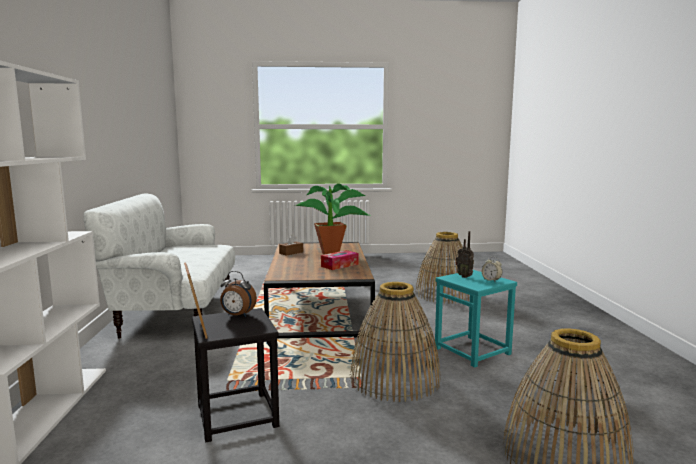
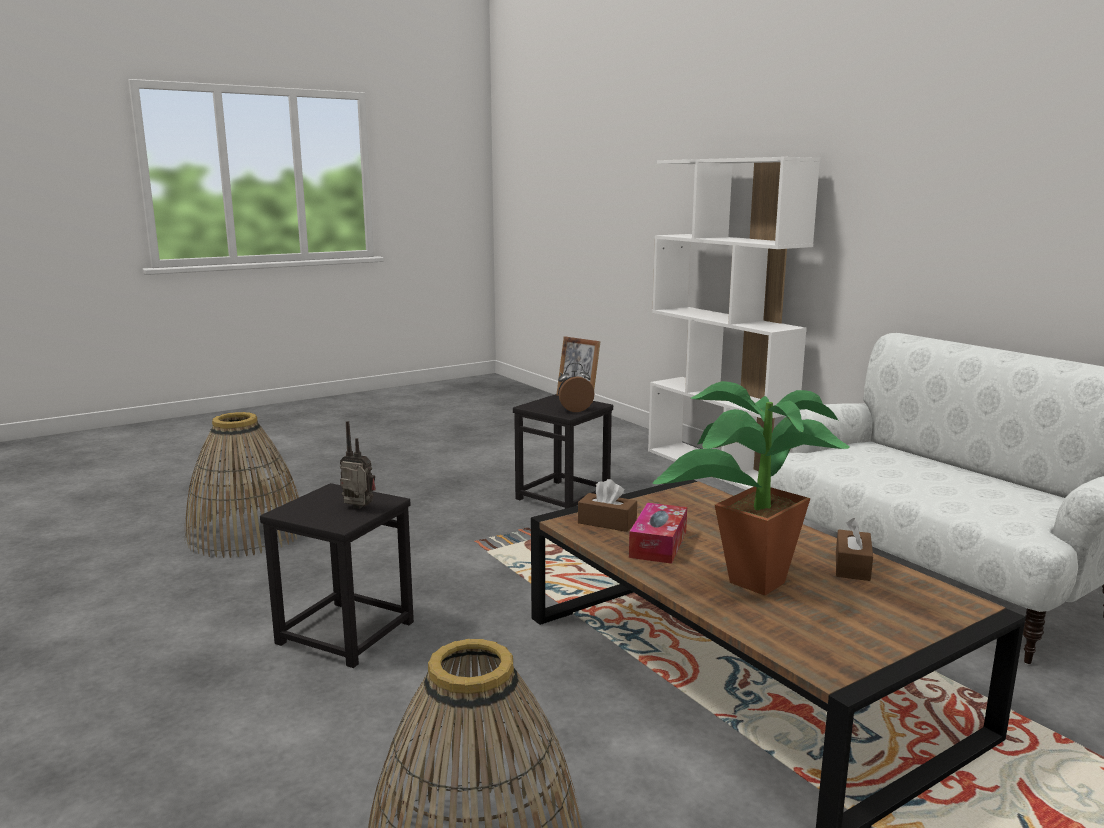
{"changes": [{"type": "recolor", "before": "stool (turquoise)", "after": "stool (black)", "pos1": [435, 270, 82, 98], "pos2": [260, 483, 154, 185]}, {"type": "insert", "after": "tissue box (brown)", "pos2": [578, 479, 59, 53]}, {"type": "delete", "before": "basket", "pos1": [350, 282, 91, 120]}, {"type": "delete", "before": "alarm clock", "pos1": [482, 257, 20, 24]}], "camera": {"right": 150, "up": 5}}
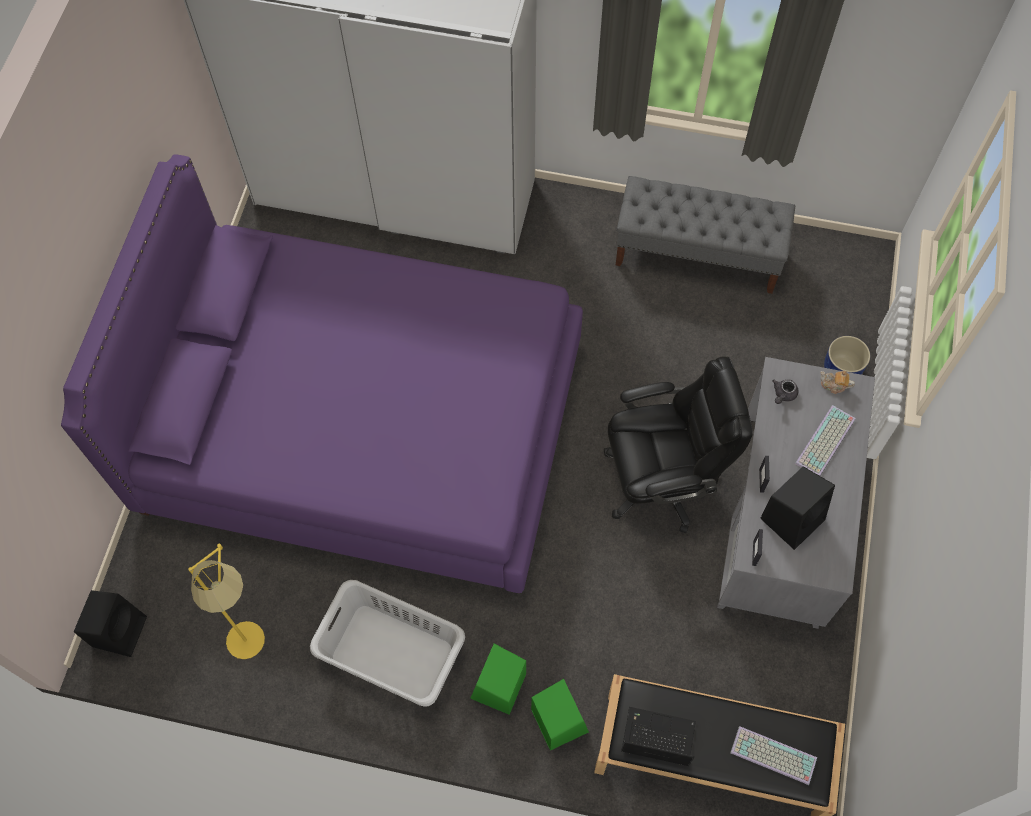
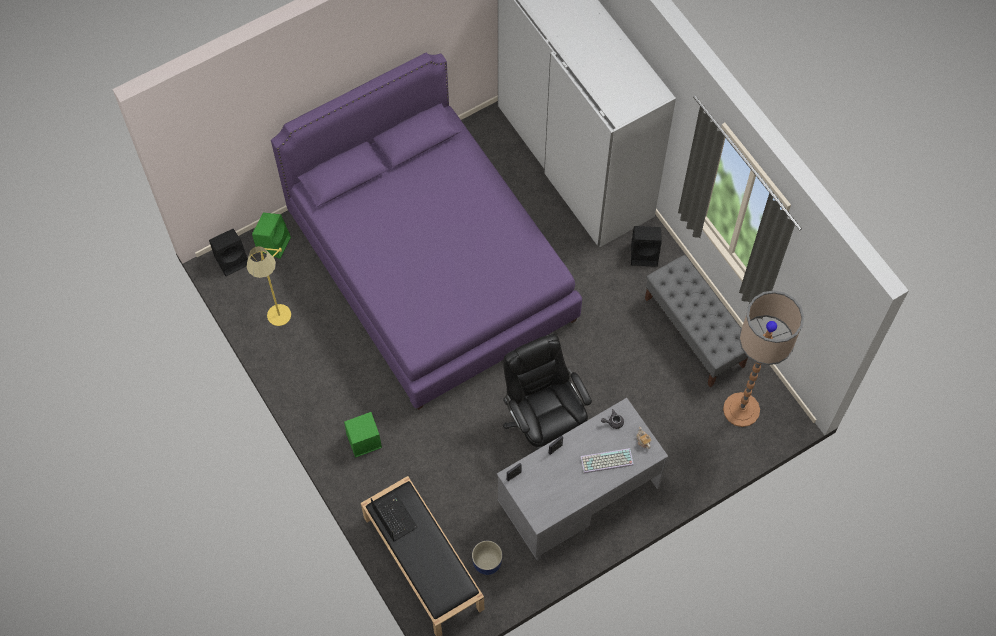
{"changes": [{"type": "move", "before": "speaker (green)", "pos1": [531, 679, 58, 71], "pos2": [252, 213, 39, 46]}, {"type": "move", "before": "planter (blue)", "pos1": [824, 336, 46, 39], "pos2": [472, 541, 30, 34]}, {"type": "rotate", "before": "office chair (black)", "pos1": [604, 356, 149, 177], "pos2": [503, 334, 89, 116], "turn": -150}, {"type": "move", "before": "speaker (black)", "pos1": [760, 466, 75, 84], "pos2": [631, 226, 31, 41]}, {"type": "insert", "after": "floor lamp", "pos2": [723, 290, 81, 137]}, {"type": "delete", "before": "laundry basket (grey)", "pos1": [310, 580, 155, 127]}, {"type": "delete", "before": "keyboard", "pos1": [730, 726, 87, 59]}], "camera": {"right": 45, "up": 0}}
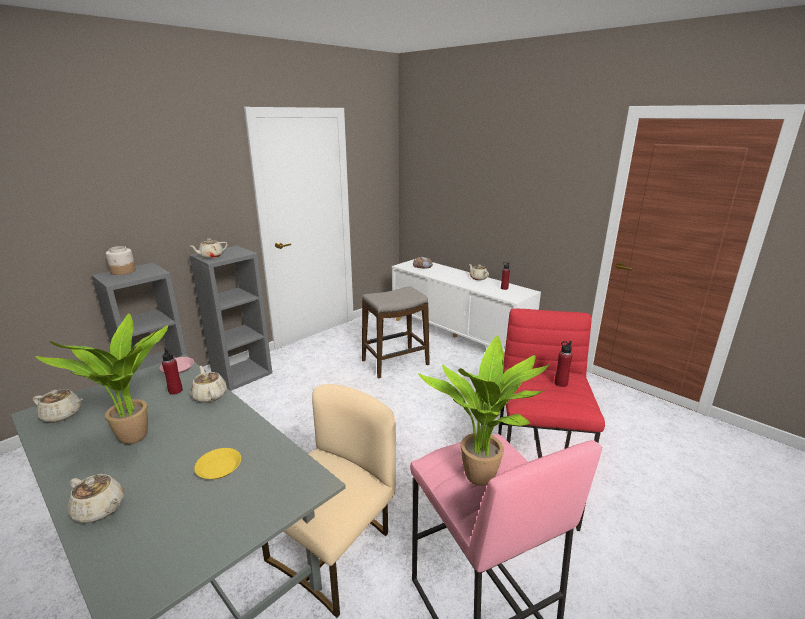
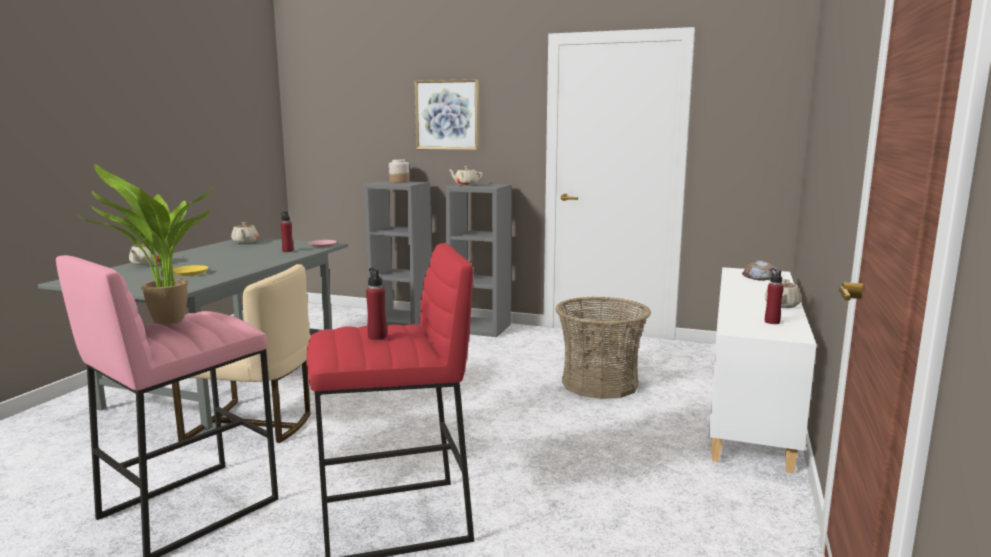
{"changes": [{"type": "insert", "after": "picture", "pos2": [414, 79, 65, 71]}, {"type": "replace", "before": "stool", "after": "basket", "pos1": [362, 286, 68, 93], "pos2": [555, 297, 96, 102]}, {"type": "delete", "before": "potted plant", "pos1": [35, 313, 133, 131]}, {"type": "delete", "before": "teapot (beige)", "pos1": [190, 366, 37, 37]}], "camera": {"right": 65, "up": -10}}
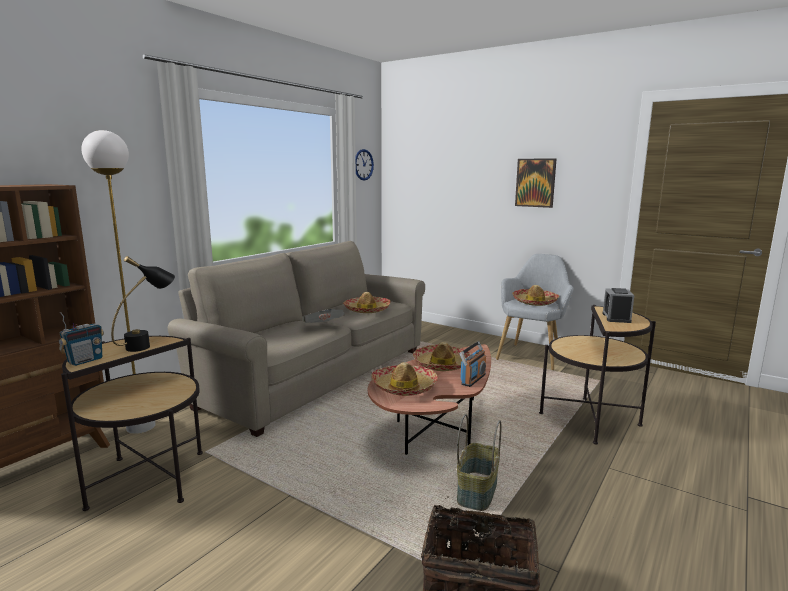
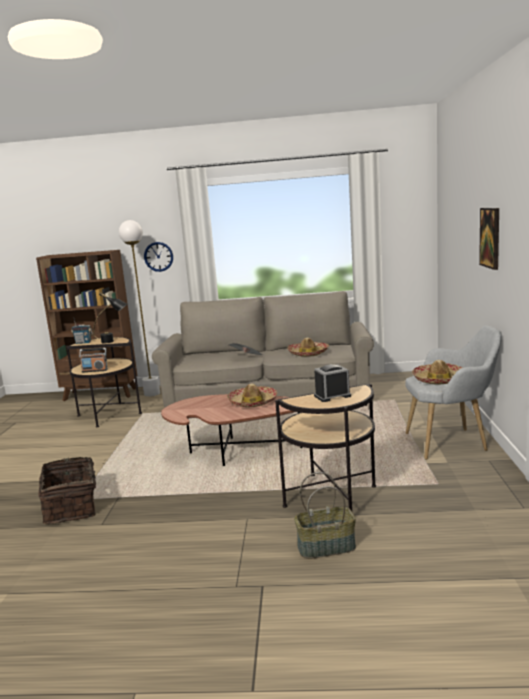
{"changes": [{"type": "move", "before": "radio", "pos1": [459, 341, 27, 46], "pos2": [79, 348, 29, 24]}, {"type": "move", "before": "wall clock", "pos1": [356, 149, 18, 32], "pos2": [144, 242, 29, 30]}, {"type": "move", "before": "basket", "pos1": [457, 414, 44, 97], "pos2": [294, 472, 62, 87]}, {"type": "delete", "before": "hat", "pos1": [371, 362, 68, 34]}], "camera": {"right": 60, "up": 0}}
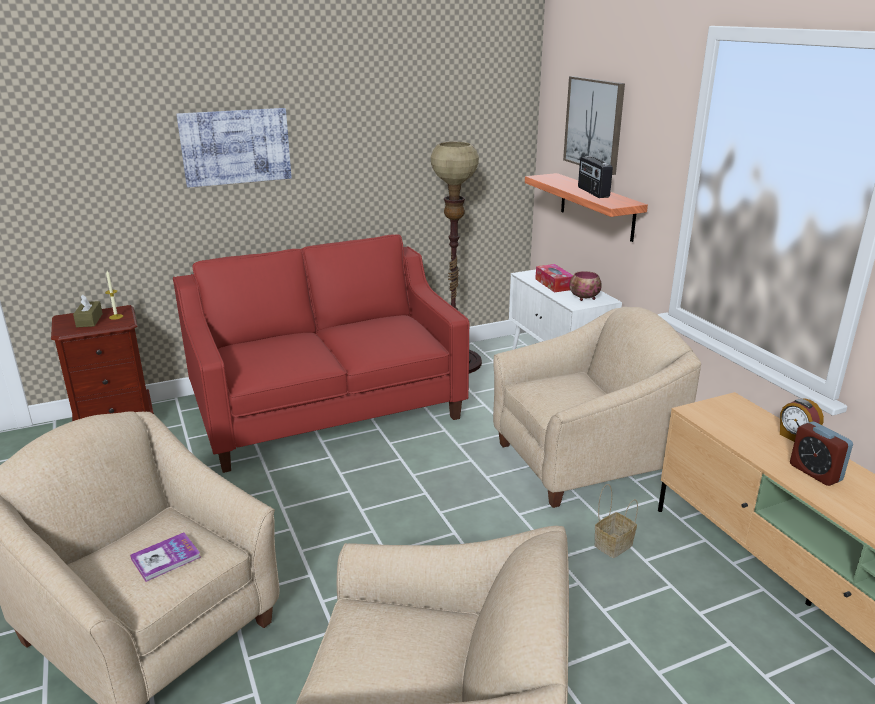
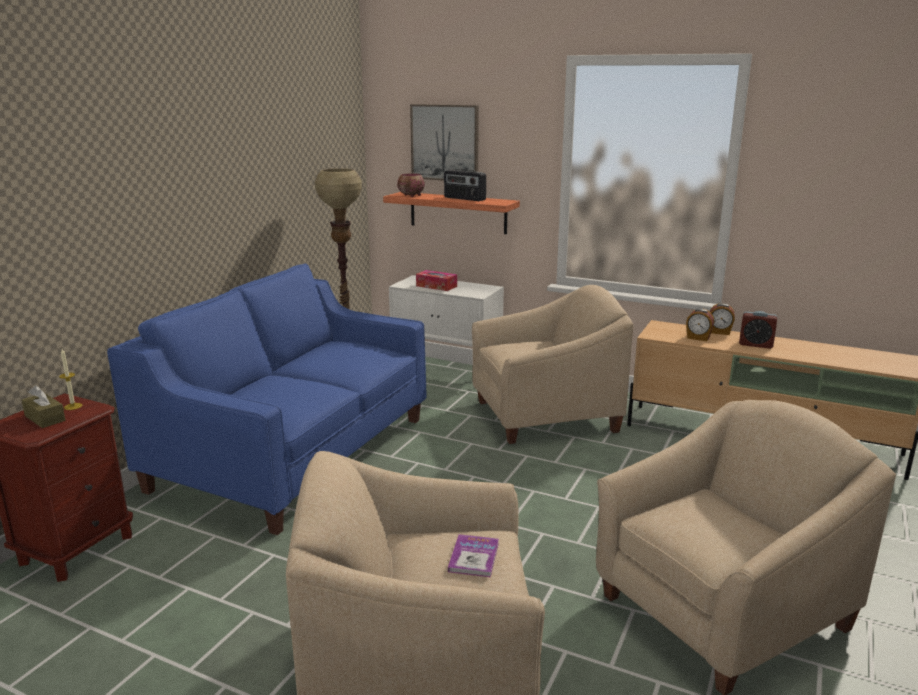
{"changes": [{"type": "recolor", "before": "sofa (red)", "after": "sofa (blue)", "pos1": [173, 234, 296, 239], "pos2": [107, 263, 320, 272]}, {"type": "move", "before": "bowl", "pos1": [569, 271, 33, 30], "pos2": [397, 173, 28, 24]}, {"type": "rotate", "before": "armchair (beige)", "pos1": [493, 307, 208, 201], "pos2": [472, 285, 161, 159], "turn": 45}, {"type": "insert", "after": "alarm clock", "pos2": [686, 308, 28, 33]}, {"type": "delete", "before": "picture", "pos1": [176, 108, 116, 80]}, {"type": "delete", "before": "basket", "pos1": [594, 484, 44, 74]}], "camera": {"right": -40, "up": -5}}
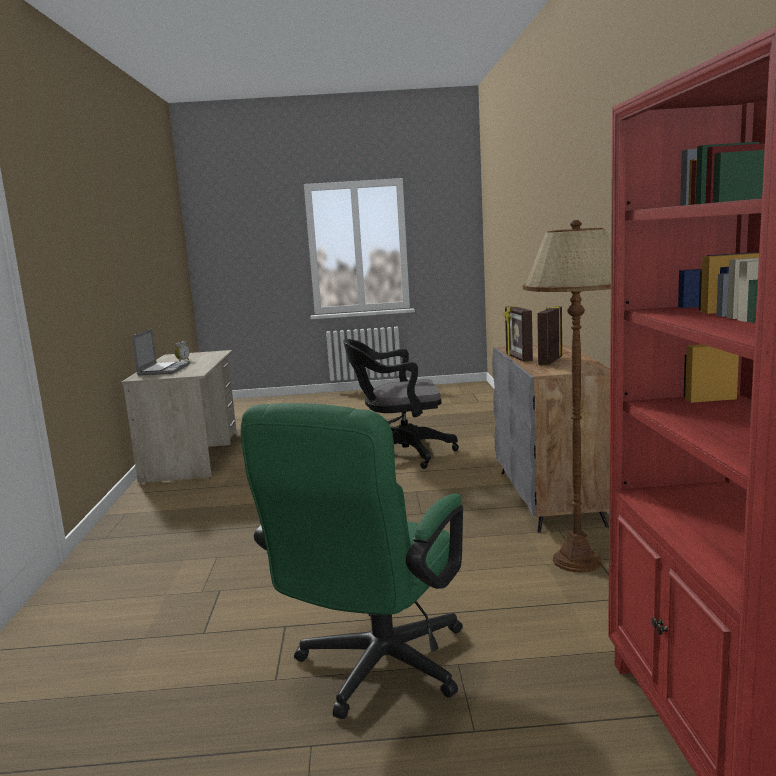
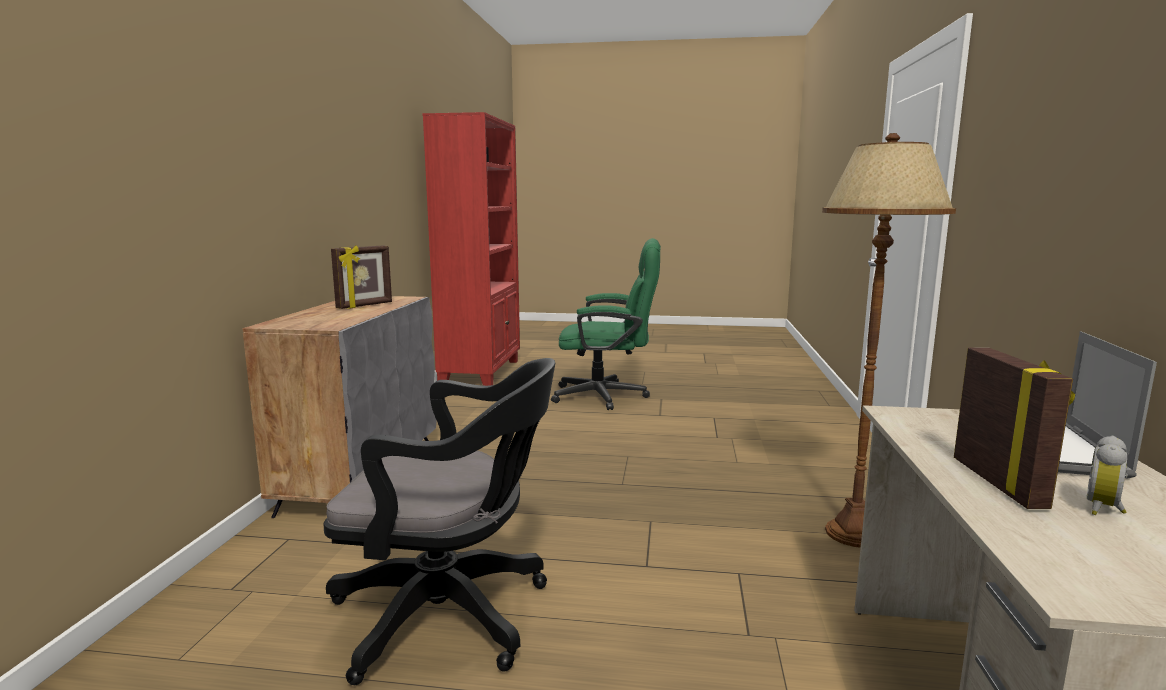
{"changes": [{"type": "rotate", "before": "office chair (green)", "pos1": [241, 403, 222, 316], "pos2": [551, 238, 110, 172], "turn": 60}, {"type": "move", "before": "floor lamp (brown)", "pos1": [523, 220, 88, 353], "pos2": [822, 133, 134, 415]}, {"type": "move", "before": "picture frame", "pos1": [504, 306, 29, 56], "pos2": [954, 348, 121, 161]}], "camera": {"right": -170, "up": 0}}
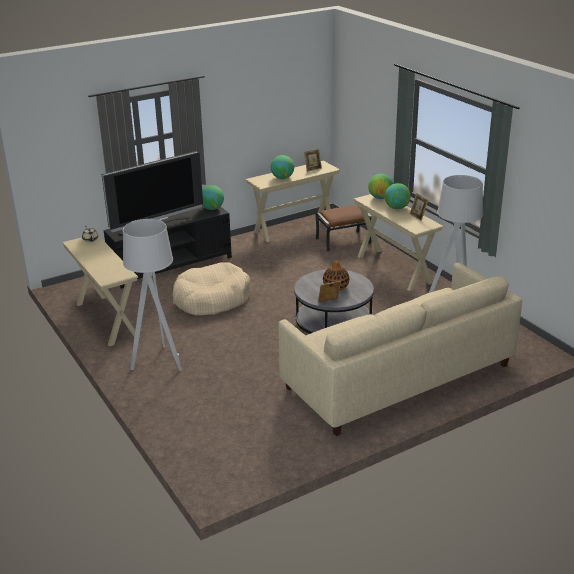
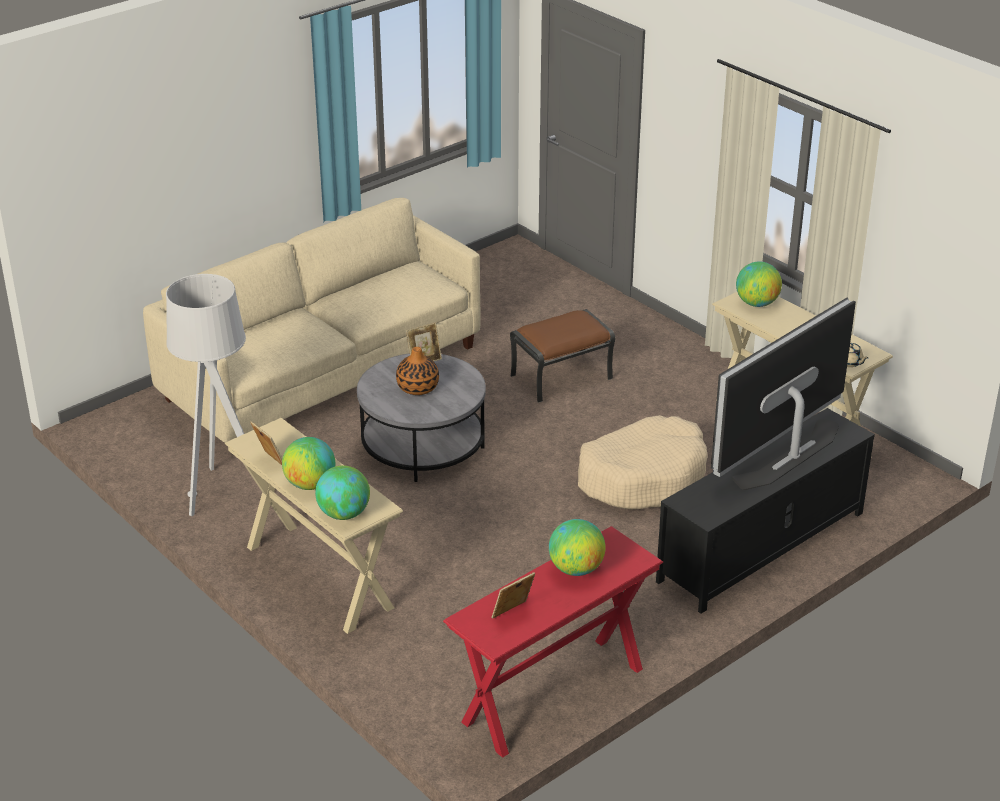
{"changes": [{"type": "recolor", "before": "console table (beige)", "after": "console table (red)", "pos1": [245, 161, 96, 81], "pos2": [443, 526, 220, 232]}, {"type": "move", "before": "ottoman (brown)", "pos1": [316, 205, 56, 47], "pos2": [510, 309, 105, 94]}, {"type": "move", "before": "globe", "pos1": [202, 185, 22, 25], "pos2": [736, 261, 46, 46]}, {"type": "delete", "before": "floor lamp (grey)", "pos1": [123, 219, 60, 152]}], "camera": {"right": 170, "up": 5}}
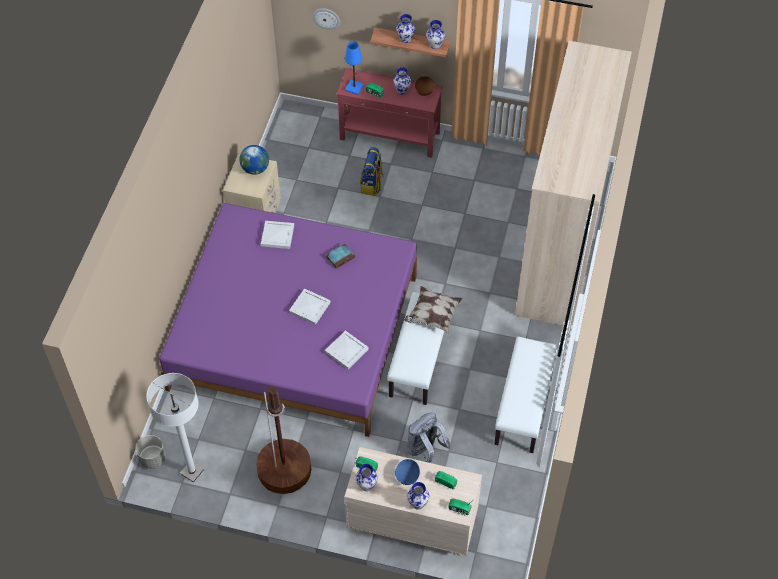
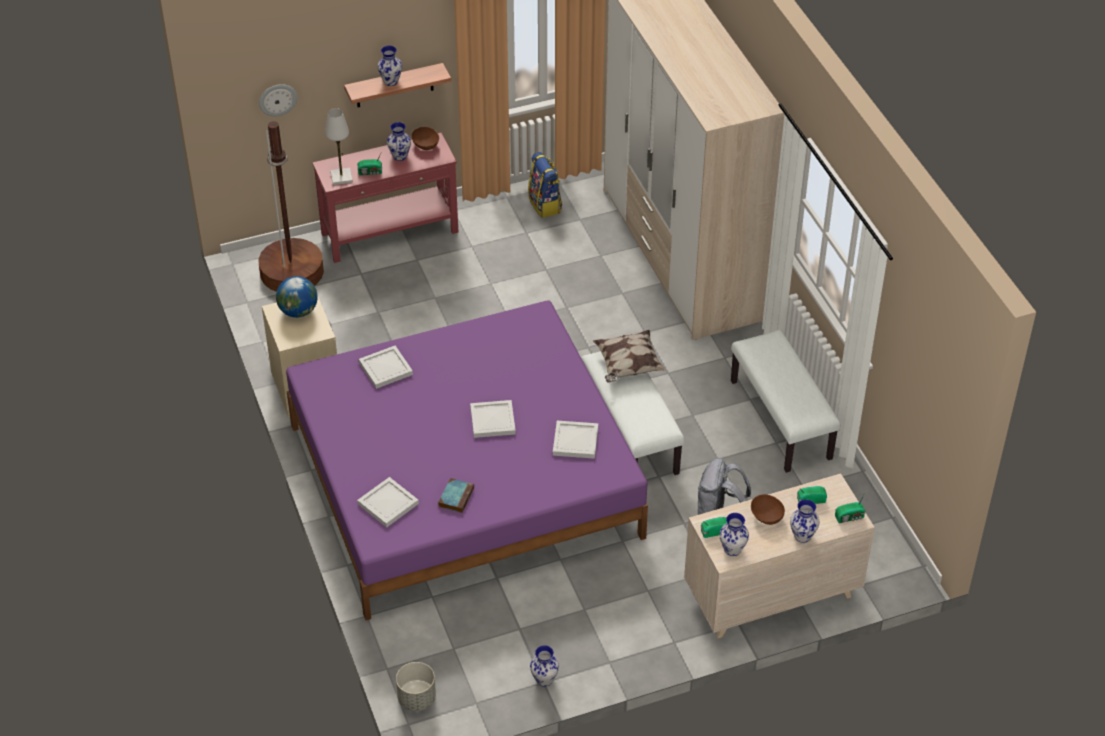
{"changes": [{"type": "move", "before": "floor lamp (brown)", "pos1": [256, 386, 55, 108], "pos2": [258, 121, 66, 171]}, {"type": "recolor", "before": "table lamp (blue)", "after": "table lamp (white)", "pos1": [345, 41, 19, 54], "pos2": [325, 108, 28, 77]}, {"type": "insert", "after": "tray (white)", "pos2": [357, 477, 62, 50]}, {"type": "move", "before": "book", "pos1": [326, 244, 29, 25], "pos2": [438, 478, 36, 35]}, {"type": "move", "before": "backpack", "pos1": [360, 147, 24, 48], "pos2": [528, 152, 34, 66]}, {"type": "move", "before": "vase", "pos1": [426, 20, 19, 29], "pos2": [530, 645, 29, 42]}, {"type": "recolor", "before": "bowl (blue)", "after": "bowl (brown)", "pos1": [395, 459, 25, 26], "pos2": [751, 494, 34, 31]}, {"type": "delete", "before": "floor lamp (white)", "pos1": [146, 373, 58, 109]}], "camera": {"right": -35, "up": -10}}
